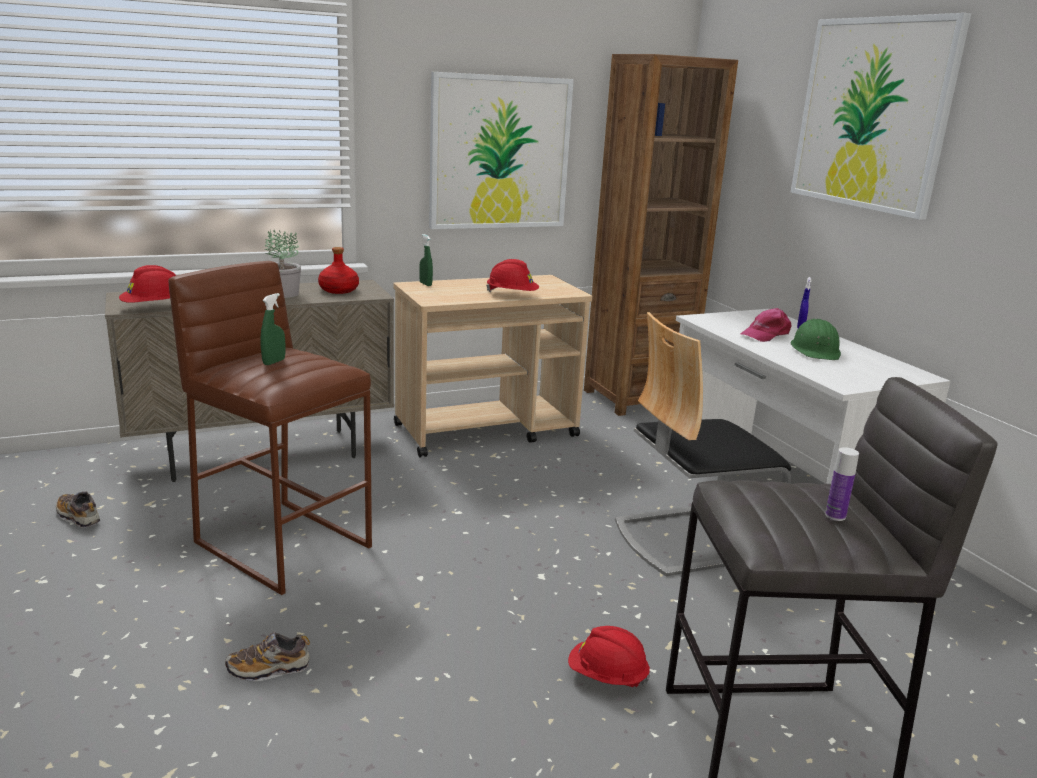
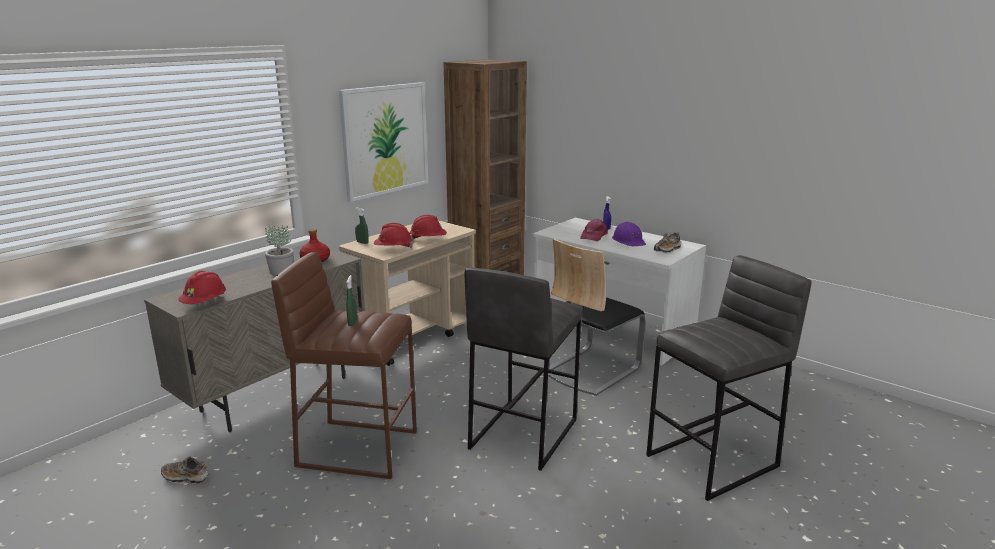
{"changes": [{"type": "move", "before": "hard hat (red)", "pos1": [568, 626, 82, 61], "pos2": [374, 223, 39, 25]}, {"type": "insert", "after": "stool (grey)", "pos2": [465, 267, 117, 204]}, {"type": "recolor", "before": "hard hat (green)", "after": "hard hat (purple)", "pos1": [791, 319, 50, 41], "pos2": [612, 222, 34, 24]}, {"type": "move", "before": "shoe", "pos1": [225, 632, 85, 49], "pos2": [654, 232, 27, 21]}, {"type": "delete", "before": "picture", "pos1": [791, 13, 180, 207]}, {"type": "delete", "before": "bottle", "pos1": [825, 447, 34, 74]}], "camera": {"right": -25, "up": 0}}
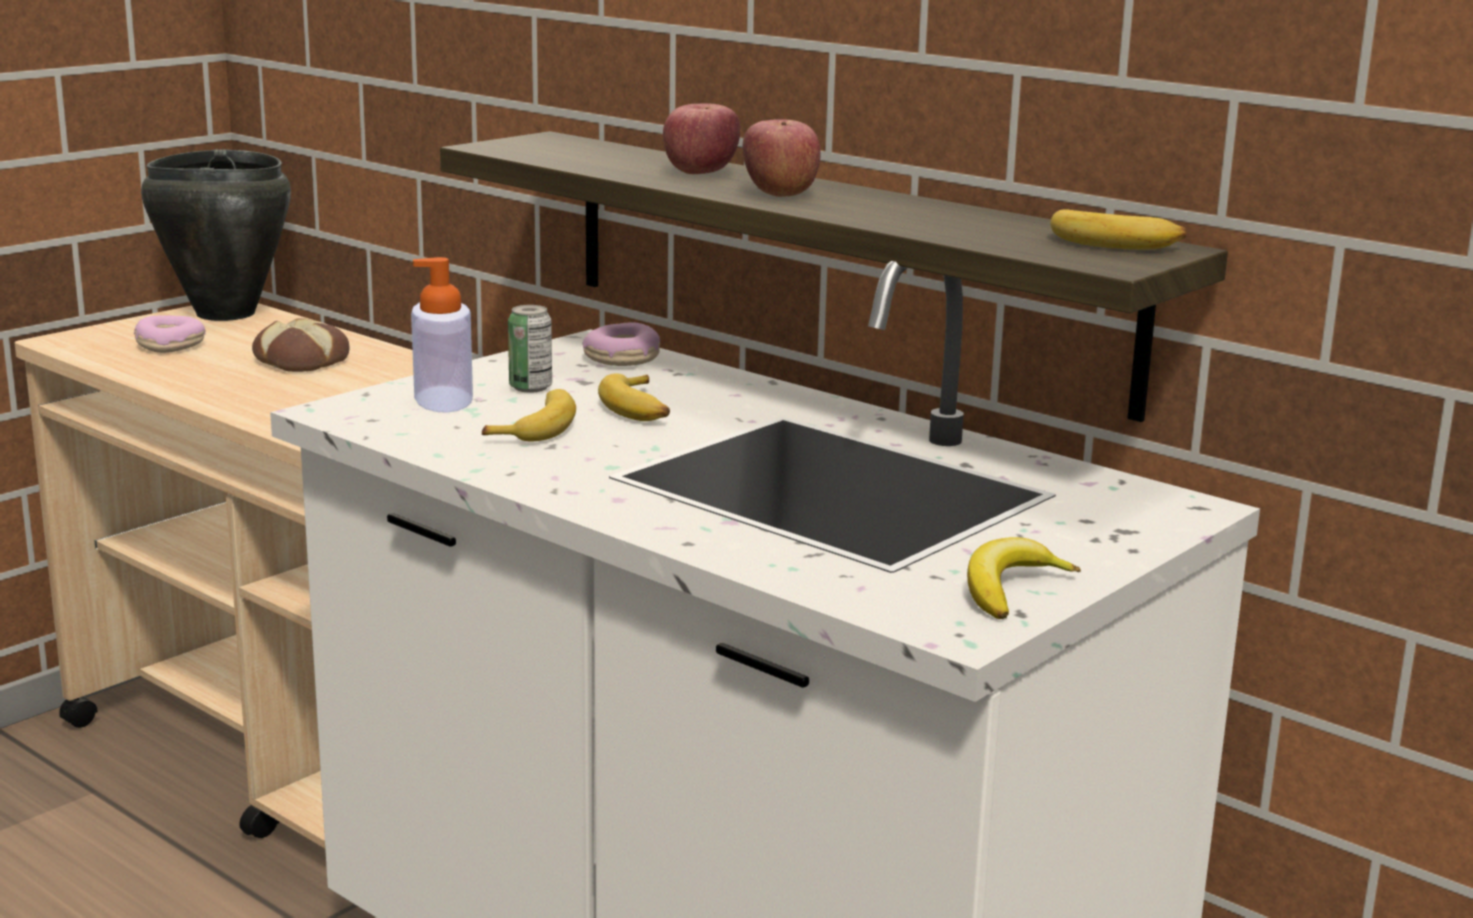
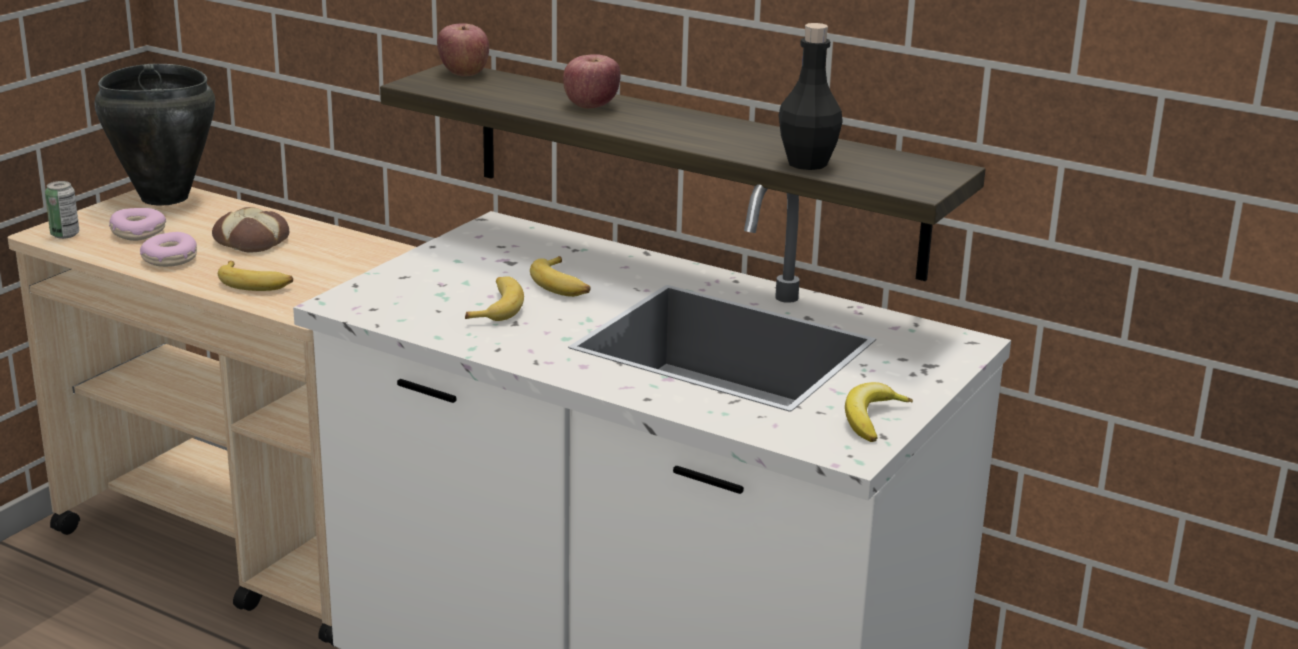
{"changes": [{"type": "move", "before": "can", "pos1": [508, 305, 44, 88], "pos2": [45, 181, 34, 58]}, {"type": "move", "before": "donut", "pos1": [582, 323, 78, 43], "pos2": [140, 232, 57, 35]}, {"type": "move", "before": "banana", "pos1": [1050, 209, 137, 41], "pos2": [218, 261, 75, 30]}, {"type": "move", "before": "apple", "pos1": [743, 119, 78, 78], "pos2": [437, 23, 52, 54]}, {"type": "insert", "after": "bottle (black)", "pos2": [779, 23, 64, 147]}, {"type": "delete", "before": "soap dispenser", "pos1": [411, 257, 62, 156]}], "camera": {"right": -10, "up": 5}}
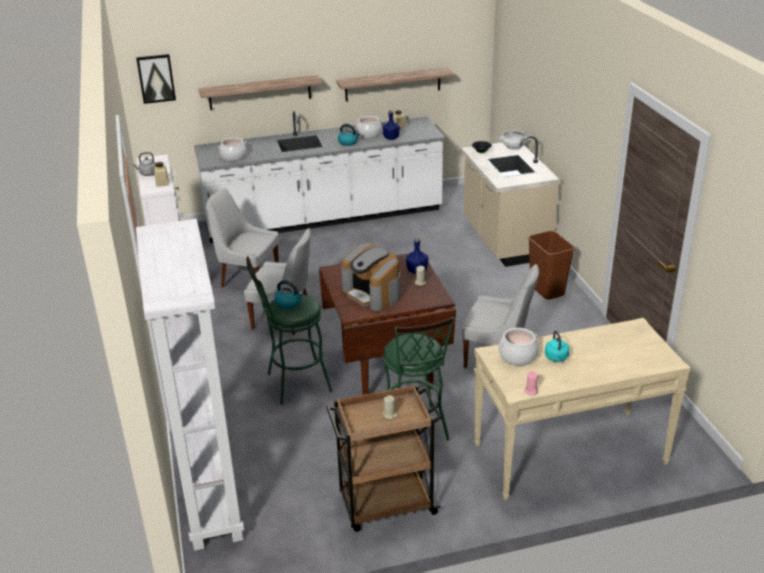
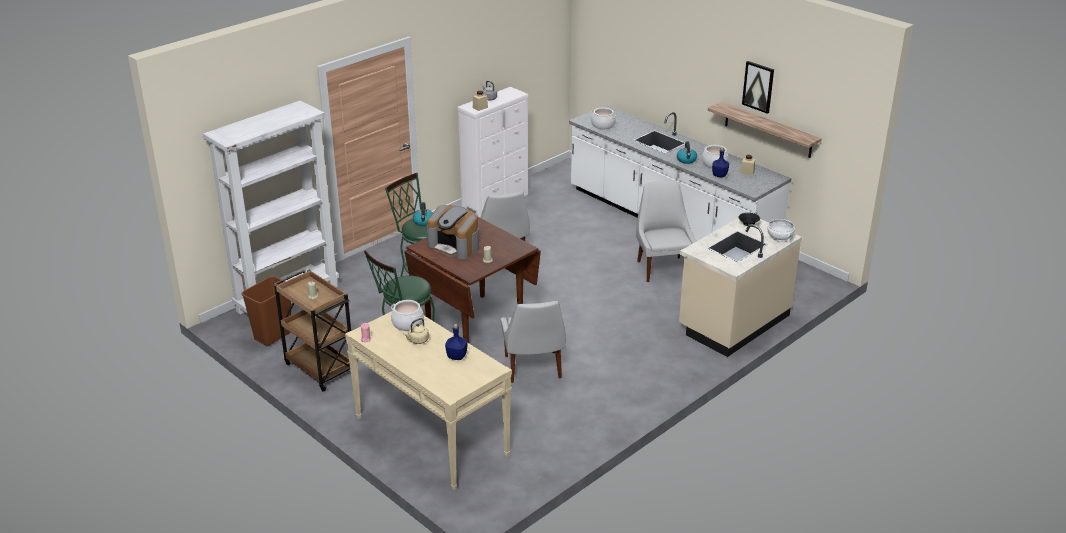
{"changes": [{"type": "move", "before": "trash can (brown)", "pos1": [528, 230, 47, 70], "pos2": [242, 276, 49, 70]}, {"type": "recolor", "before": "kettle (turquoise)", "after": "kettle (beige)", "pos1": [545, 331, 24, 31], "pos2": [403, 318, 26, 26]}, {"type": "rotate", "before": "coffee machine", "pos1": [341, 244, 60, 67], "pos2": [427, 205, 52, 54], "turn": -75}, {"type": "move", "before": "bottle (blue)", "pos1": [406, 237, 22, 37], "pos2": [445, 324, 23, 36]}, {"type": "move", "before": "chair (white)", "pos1": [206, 188, 73, 100], "pos2": [636, 181, 61, 101]}, {"type": "move", "before": "picture", "pos1": [136, 54, 40, 50], "pos2": [742, 61, 32, 53]}, {"type": "delete", "before": "shelf", "pos1": [198, 75, 124, 35]}], "camera": {"right": 60, "up": 0}}
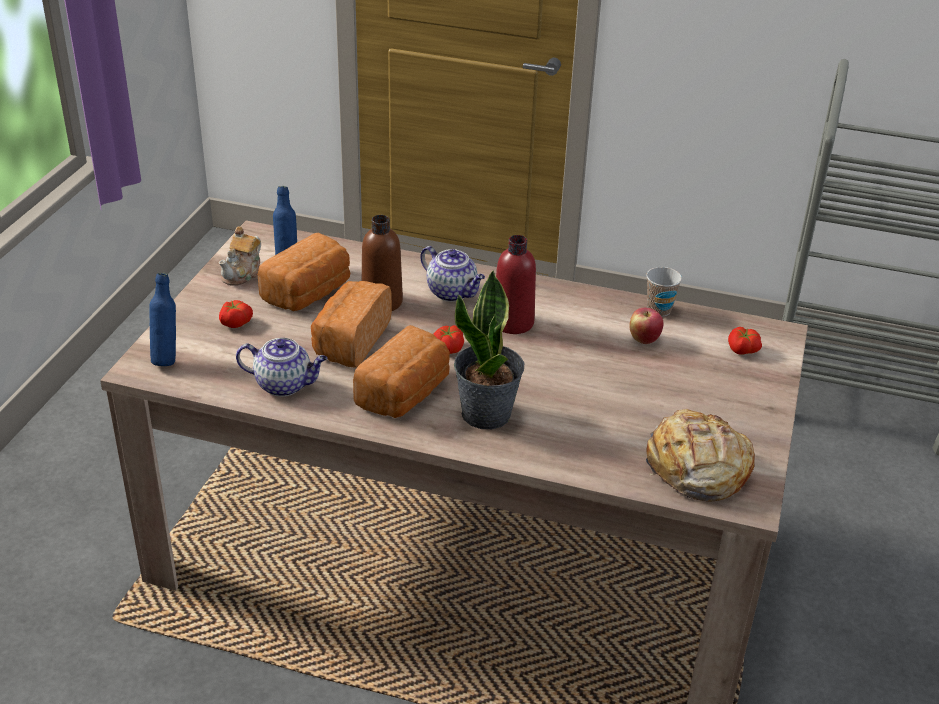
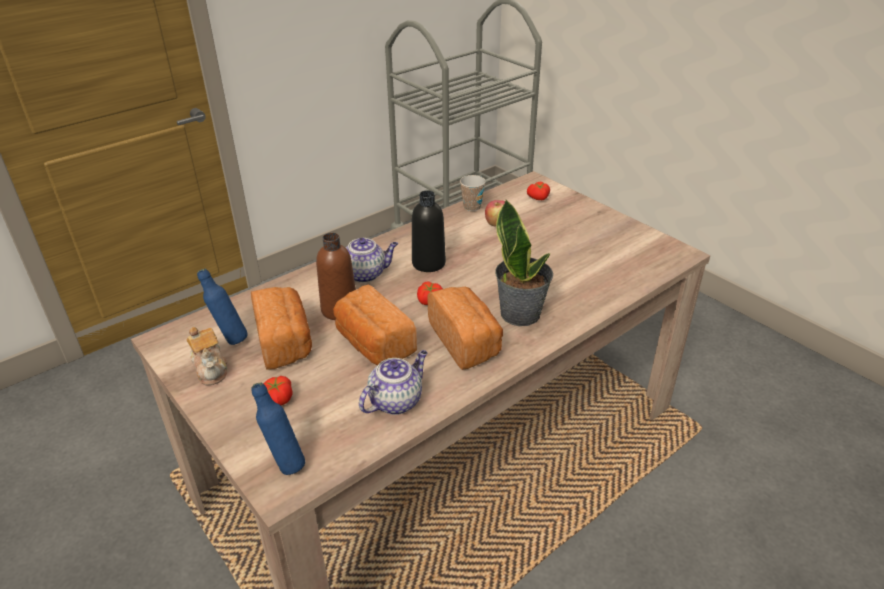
{"changes": [{"type": "recolor", "before": "bottle (red)", "after": "bottle (black)", "pos1": [496, 235, 40, 99], "pos2": [412, 191, 34, 81]}, {"type": "delete", "before": "bread", "pos1": [646, 409, 109, 93]}], "camera": {"right": -55, "up": 0}}
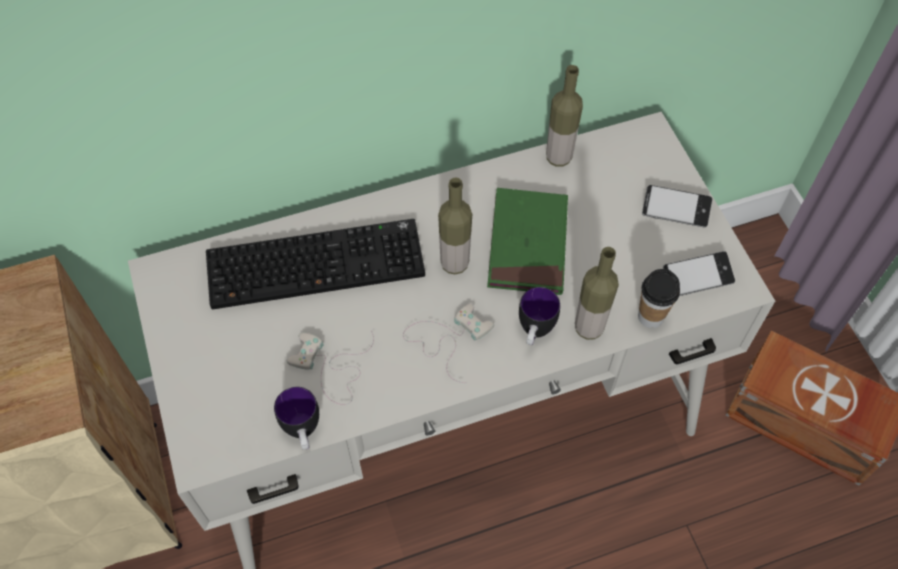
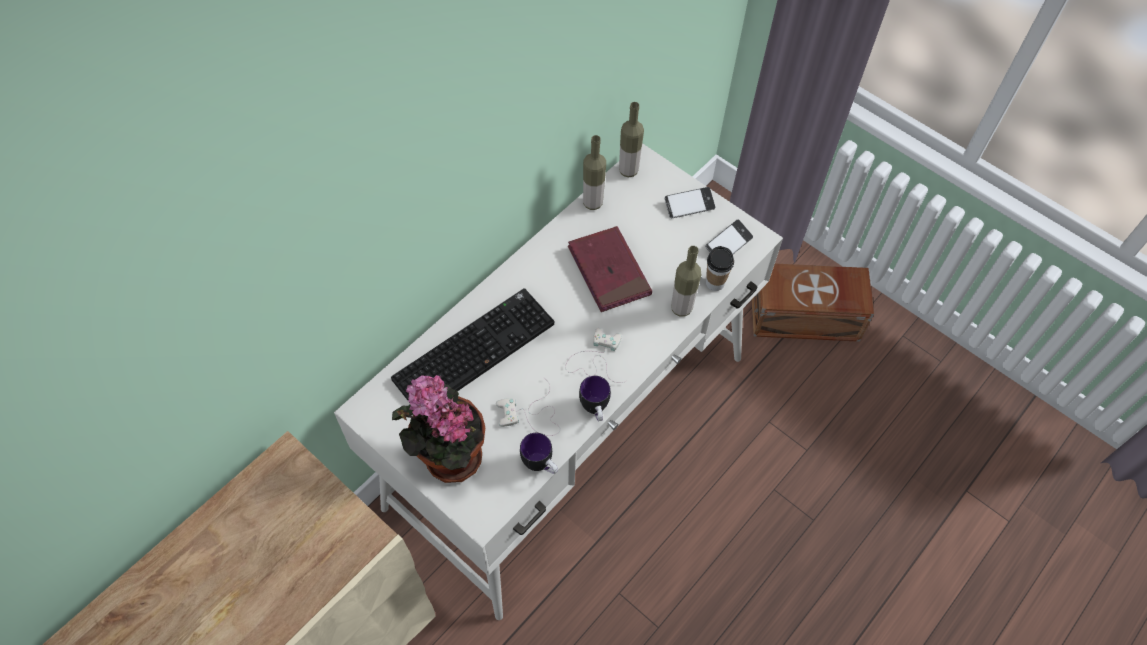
{"changes": [{"type": "insert", "after": "potted plant", "pos2": [392, 375, 93, 108]}, {"type": "recolor", "before": "book (green)", "after": "book (red)", "pos1": [487, 188, 81, 107], "pos2": [568, 226, 84, 86]}, {"type": "move", "before": "mug", "pos1": [519, 287, 41, 58], "pos2": [579, 376, 32, 45]}, {"type": "move", "before": "bottle", "pos1": [438, 177, 34, 98], "pos2": [619, 102, 25, 75]}], "camera": {"right": -30, "up": 0}}
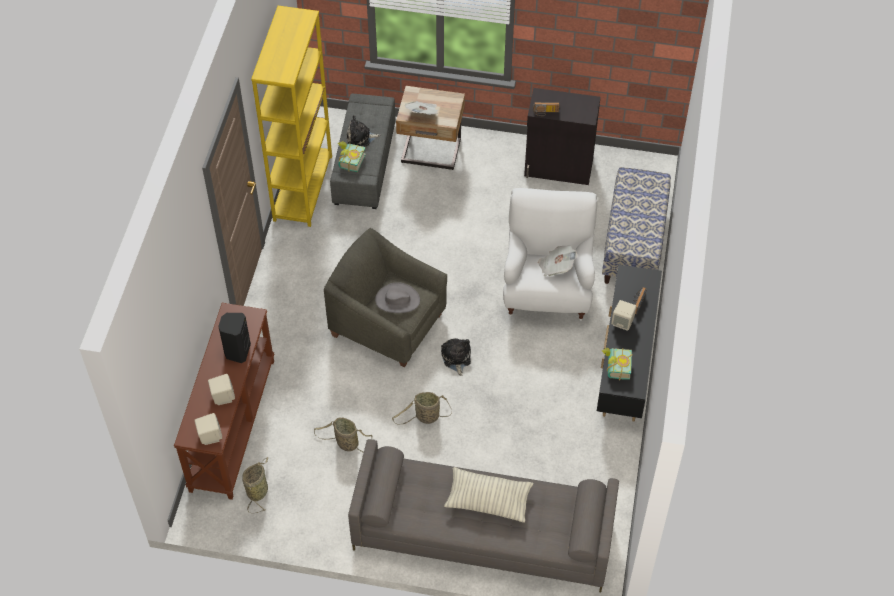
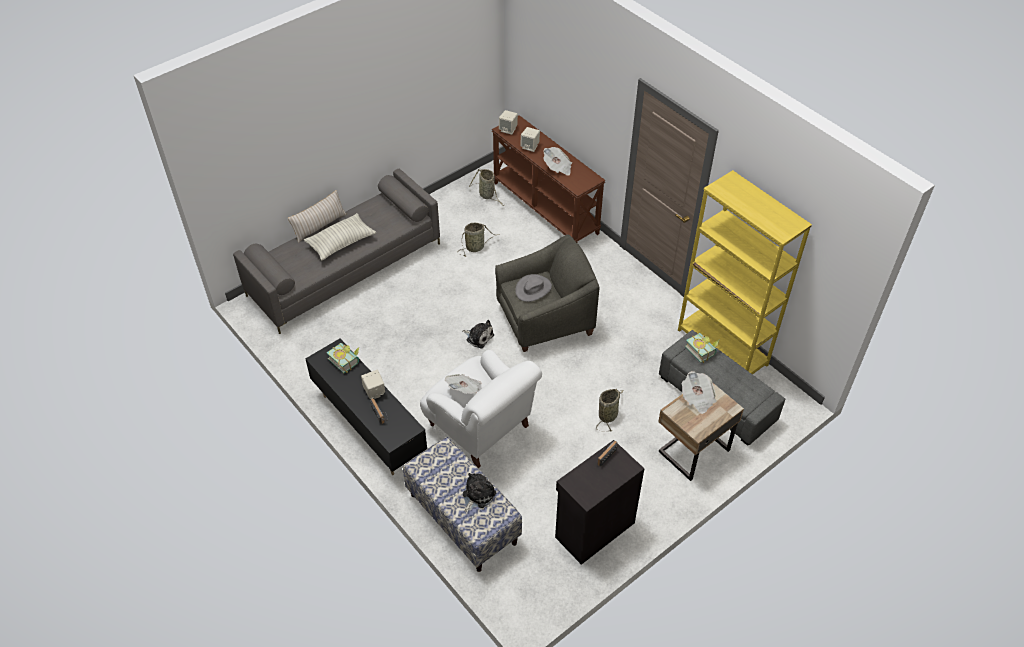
{"changes": [{"type": "insert", "after": "pillow (beige)", "pos2": [288, 190, 58, 53]}, {"type": "move", "before": "plush toy", "pos1": [347, 115, 33, 32], "pos2": [463, 473, 33, 39]}, {"type": "replace", "before": "speaker (black)", "after": "newspaper", "pos1": [218, 313, 33, 50], "pos2": [543, 147, 29, 29]}, {"type": "move", "before": "basket", "pos1": [392, 392, 60, 33], "pos2": [596, 389, 27, 42]}], "camera": {"right": 130, "up": -5}}
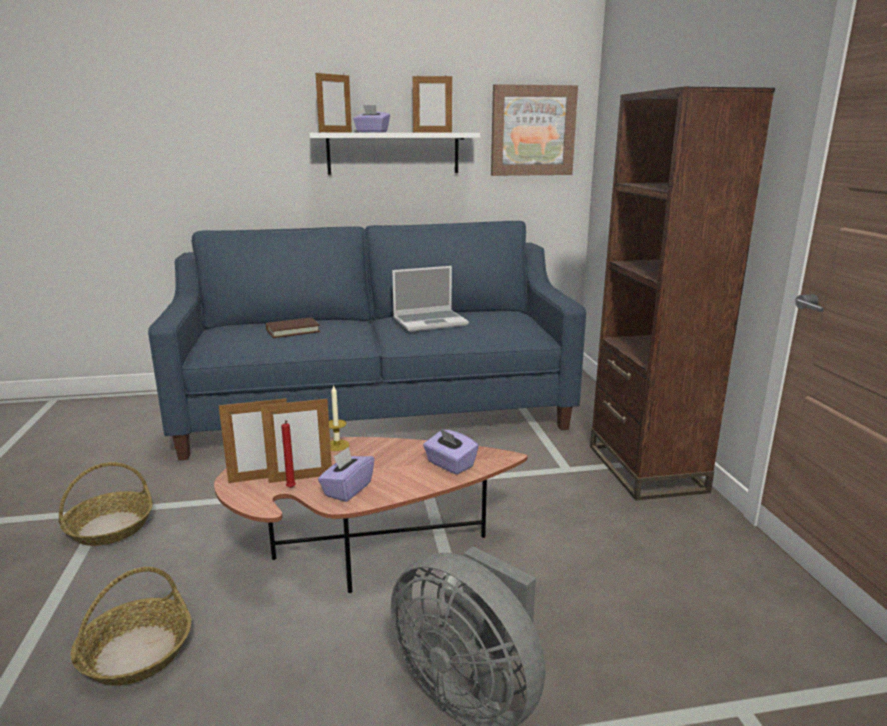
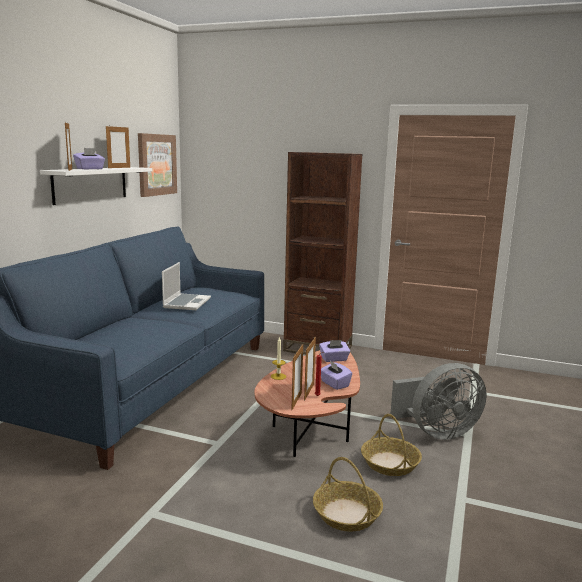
{"changes": [{"type": "move", "before": "basket", "pos1": [59, 462, 93, 84], "pos2": [361, 414, 61, 62]}, {"type": "delete", "before": "book (brown)", "pos1": [266, 317, 54, 21]}], "camera": {"right": -60, "up": -5}}
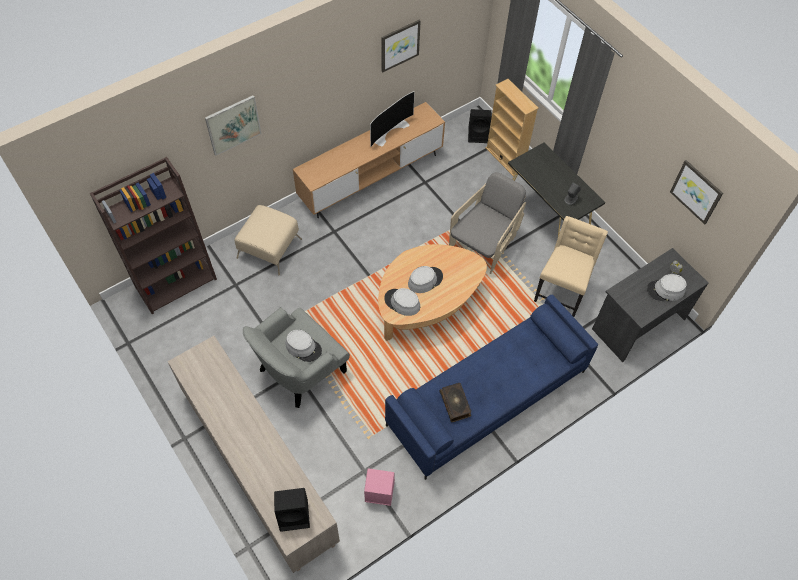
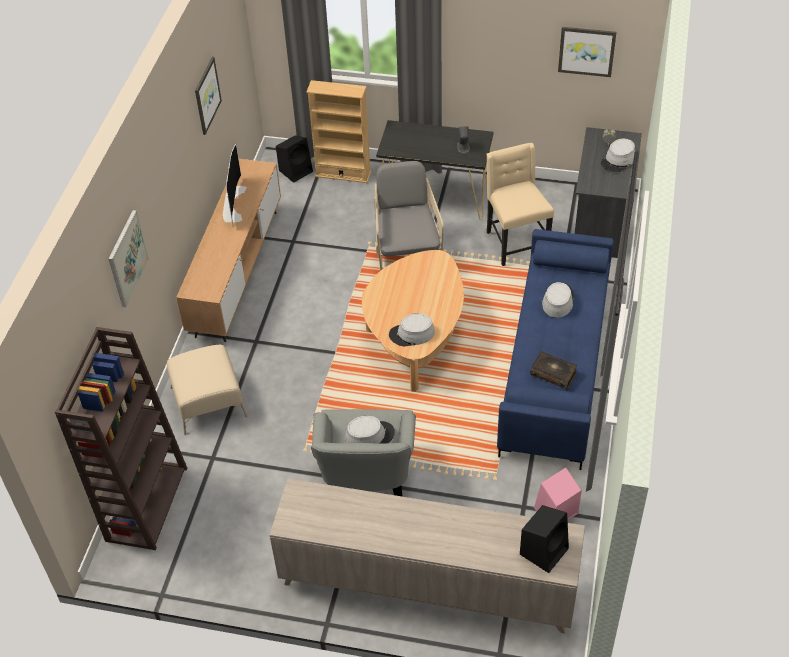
{"changes": [{"type": "move", "before": "hat (grey)", "pos1": [408, 266, 35, 27], "pos2": [542, 282, 32, 36]}], "camera": {"right": -40, "up": -10}}
